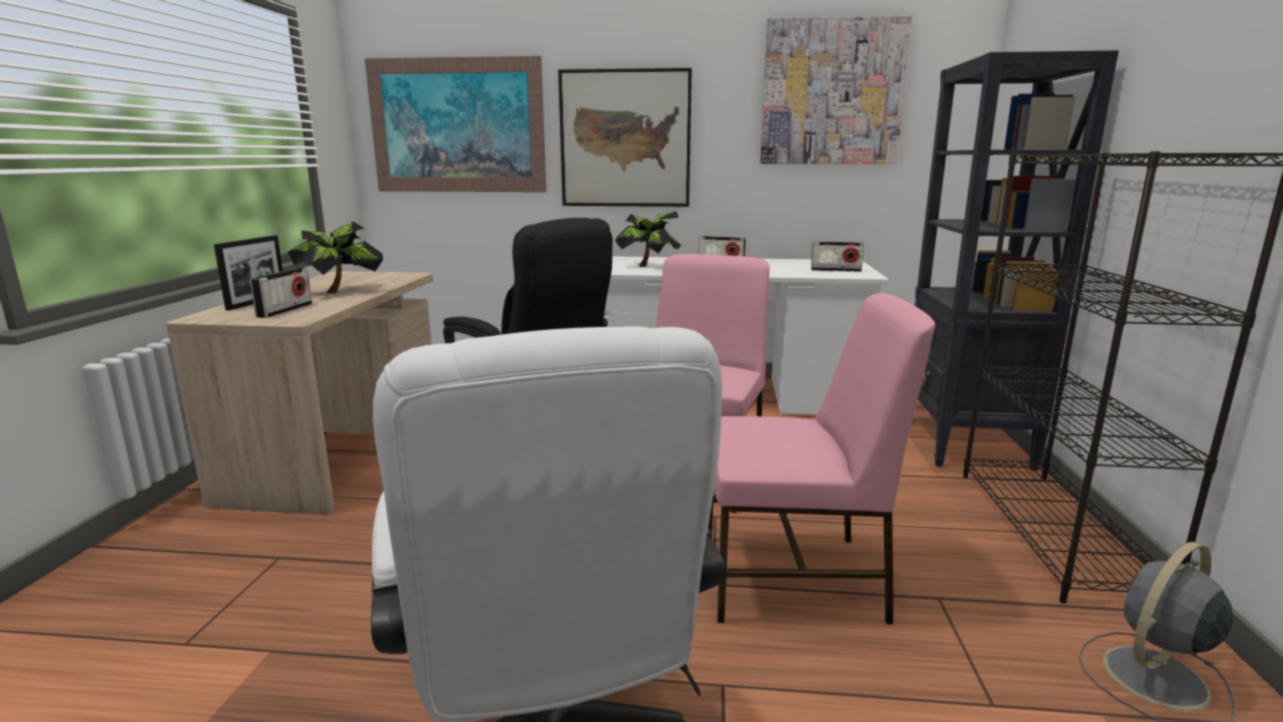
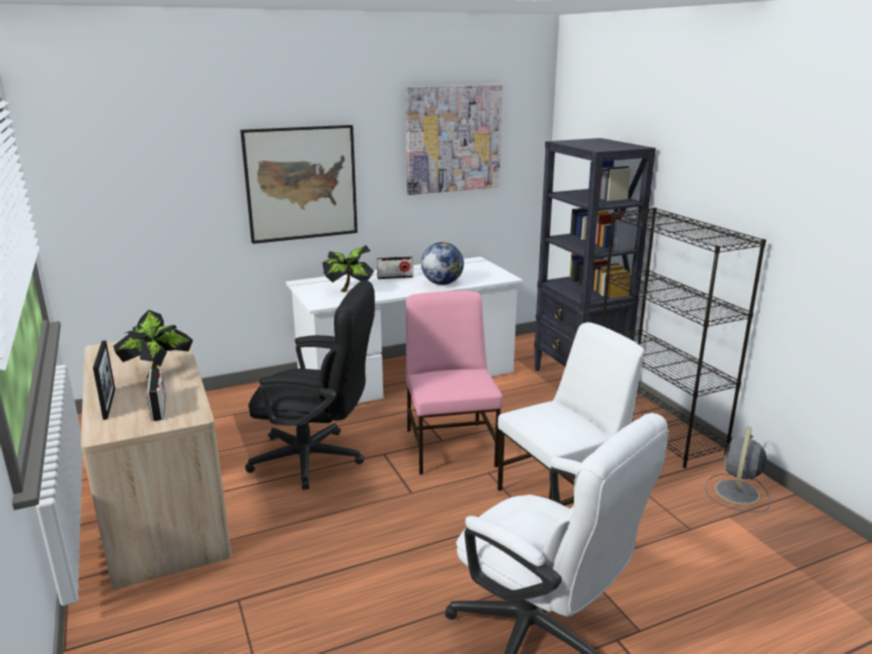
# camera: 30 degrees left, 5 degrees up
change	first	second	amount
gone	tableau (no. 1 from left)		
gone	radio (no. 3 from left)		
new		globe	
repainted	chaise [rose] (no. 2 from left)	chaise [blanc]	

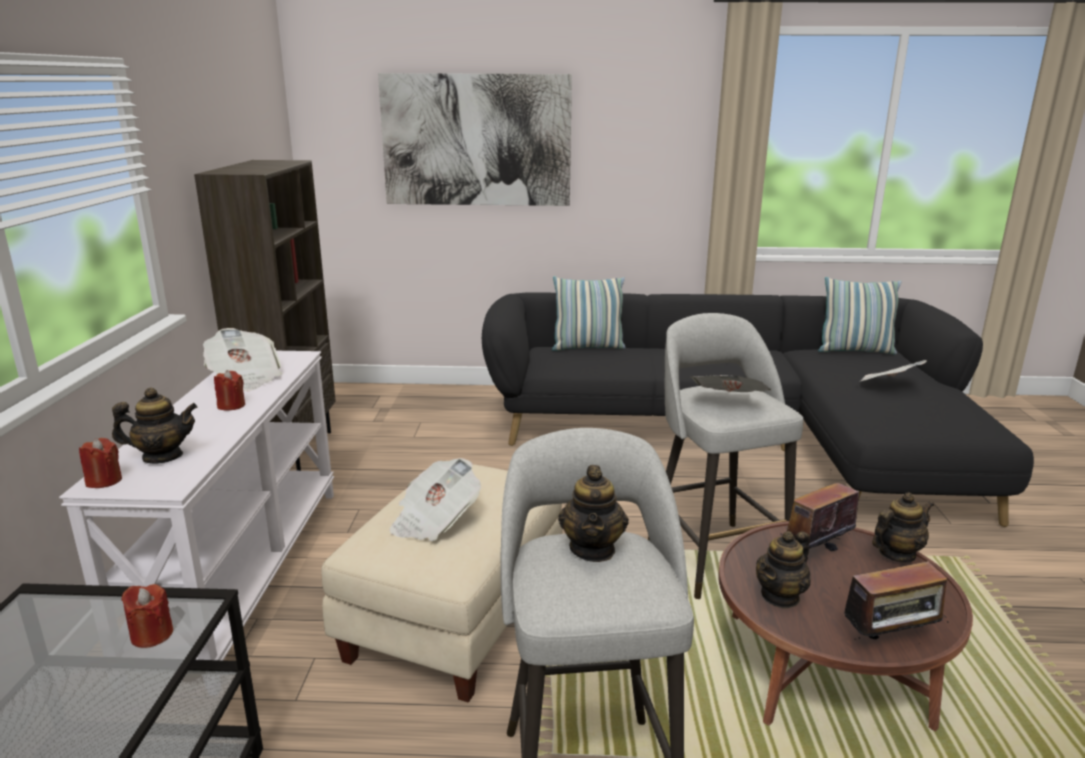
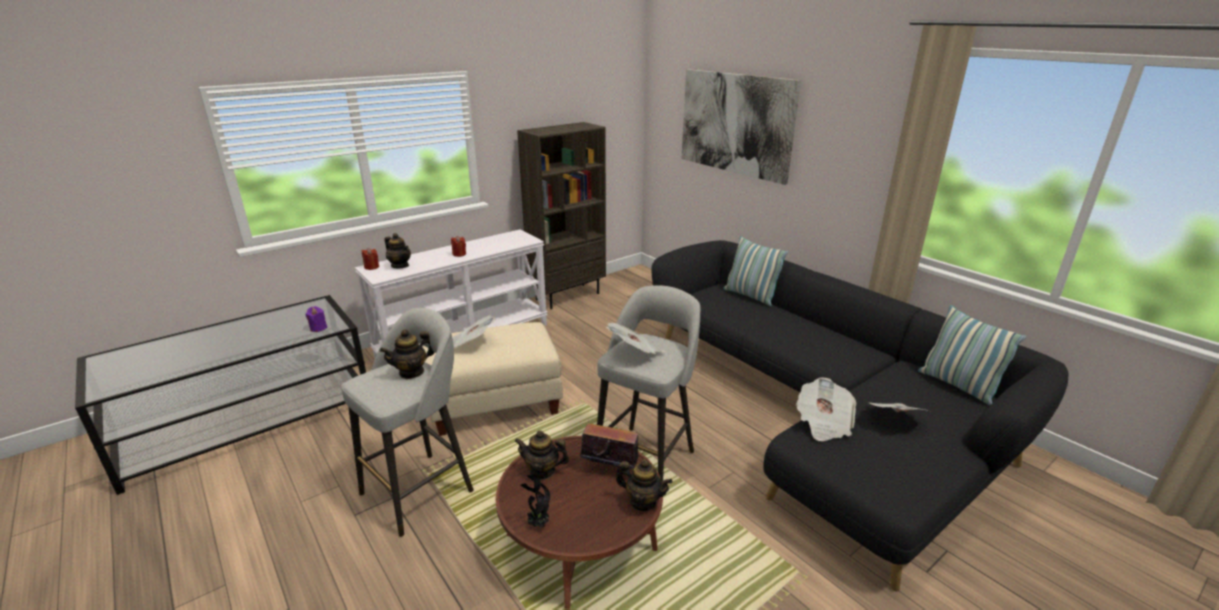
# camera: 50 degrees right, 5 degrees up
change	first	second	amount
shifted	journal (no. 1 from left in the first image)	journal (no. 3 from left)	
swapped	radio (no. 2 from left)	plante en pot	
repainted	bougie [rouge] (no. 2 from left)	bougie [violet]	

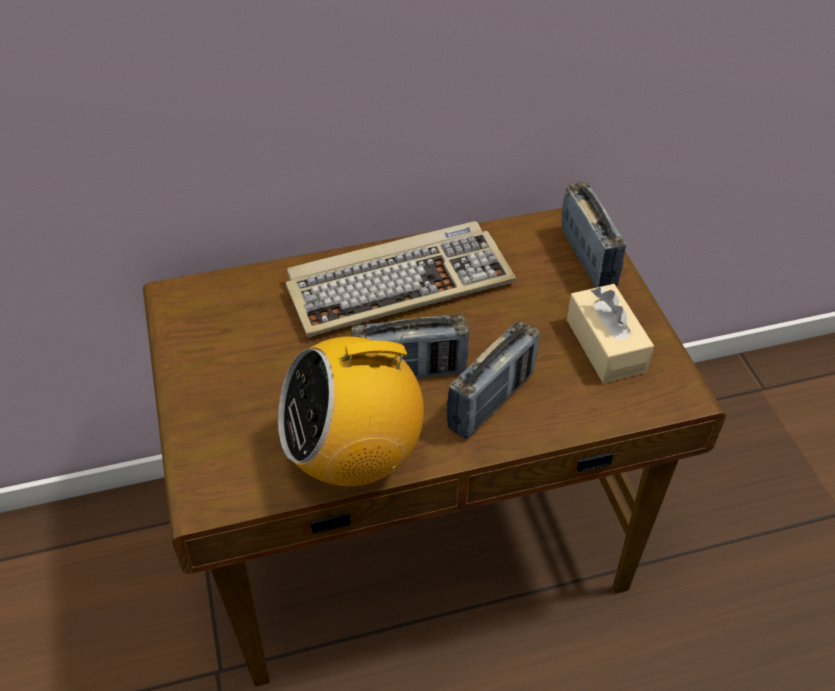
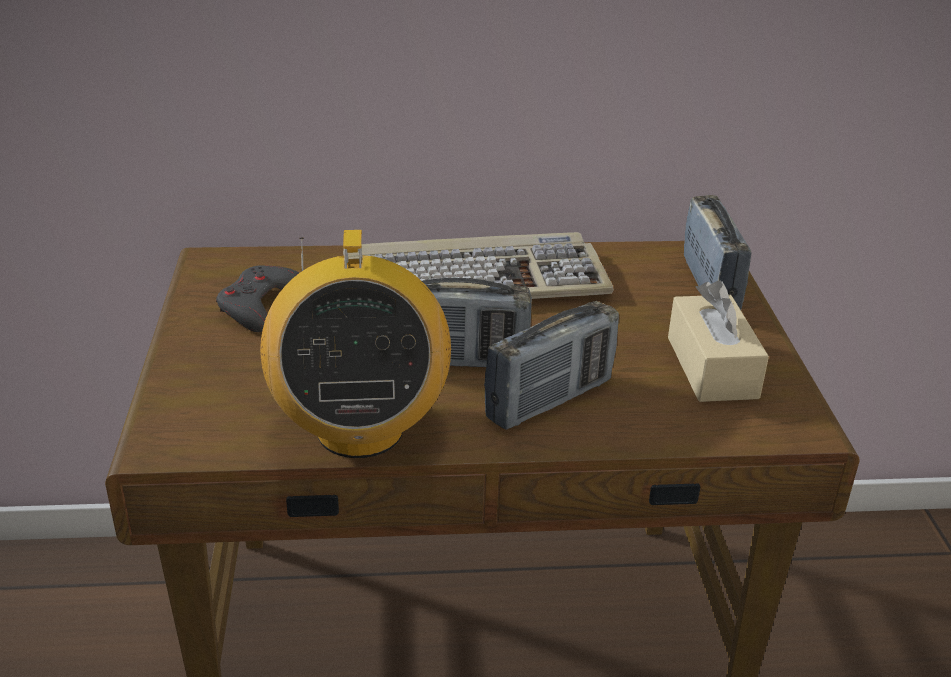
# camera: 10 degrees right, 15 degrees down
change	first	second	amount
new		manette [gris]	
rotated	radio (no. 1 from left)		90 degrees counterclockwise

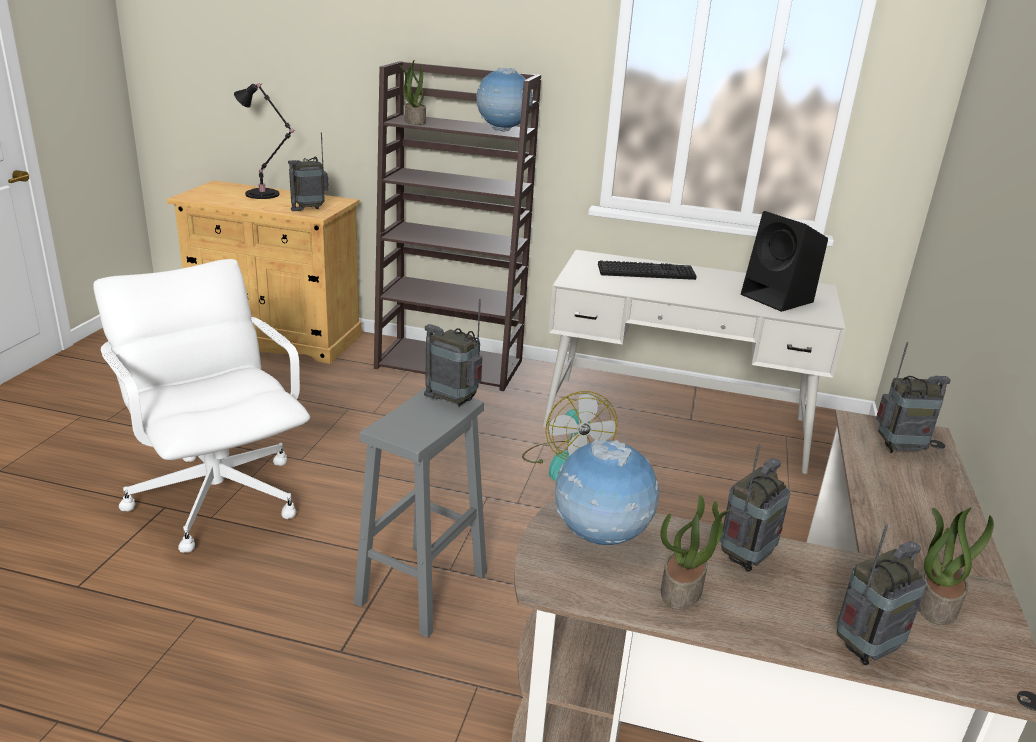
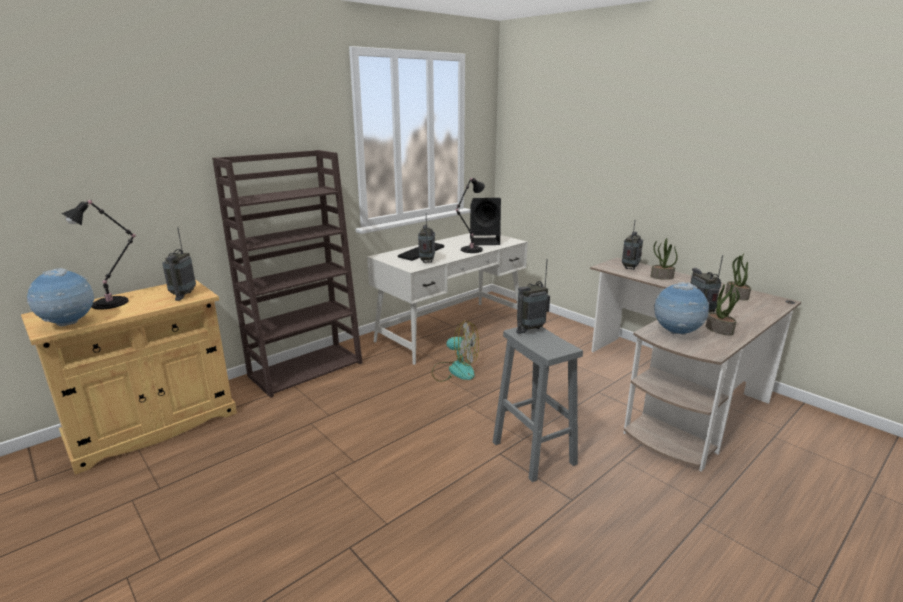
# camera: 55 degrees left, 5 degrees down
change	first	second	amount
gone	chaise de bureau [blanc]		
new		lampe de table [noir] (no. 2 from left)	
shifted	plante en pot (no. 1 from left)		
shifted	globe (no. 1 from left)		
shifted	radio (no. 4 from left in the first image)	radio (no. 2 from left)	

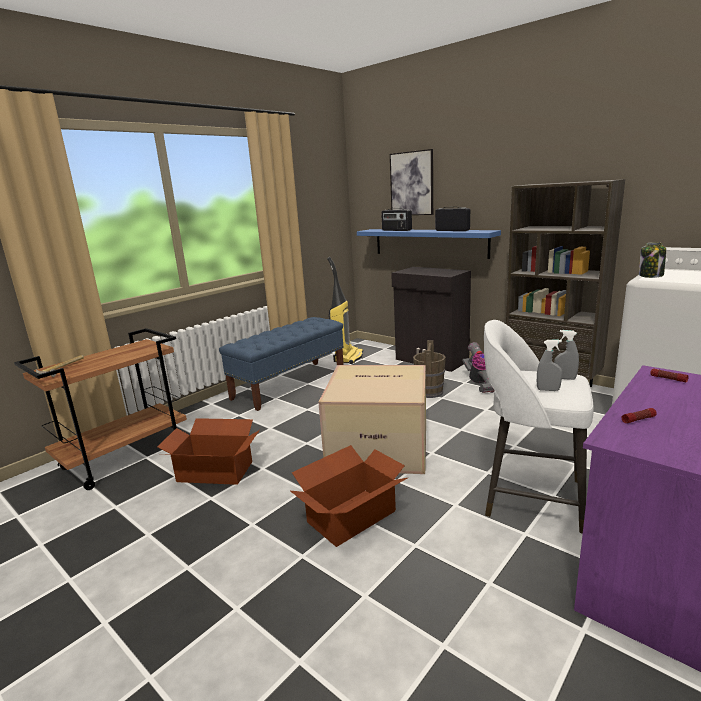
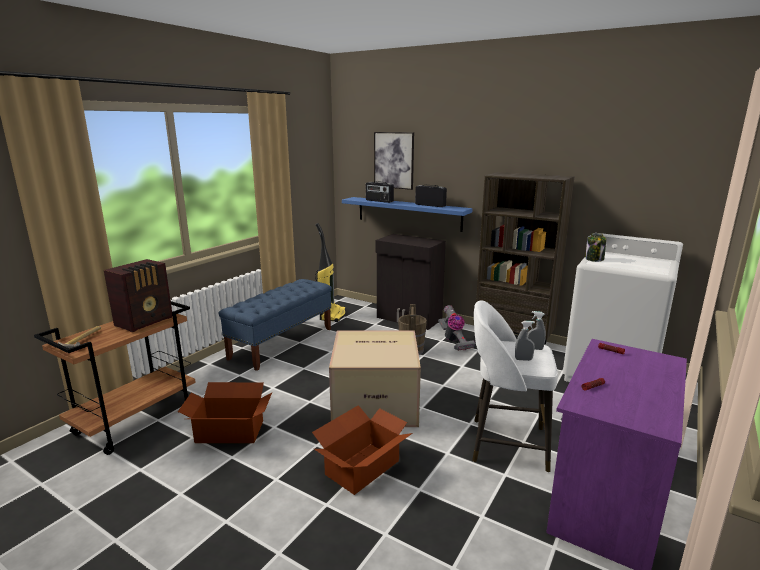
# camera: 10 degrees left, 0 degrees up
change	first	second	amount
new		radio (no. 1 from left)	

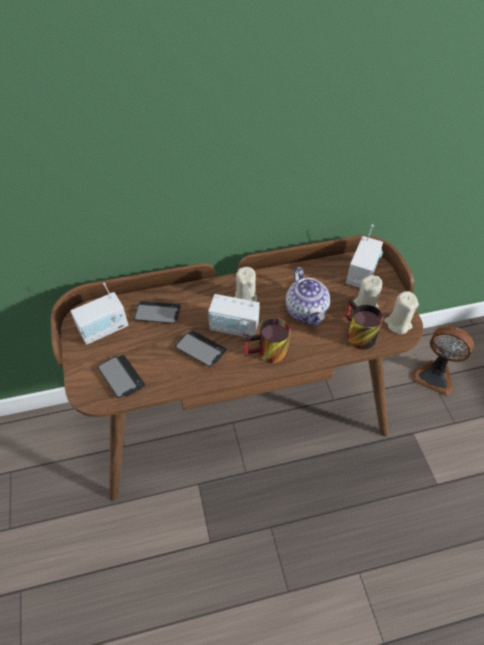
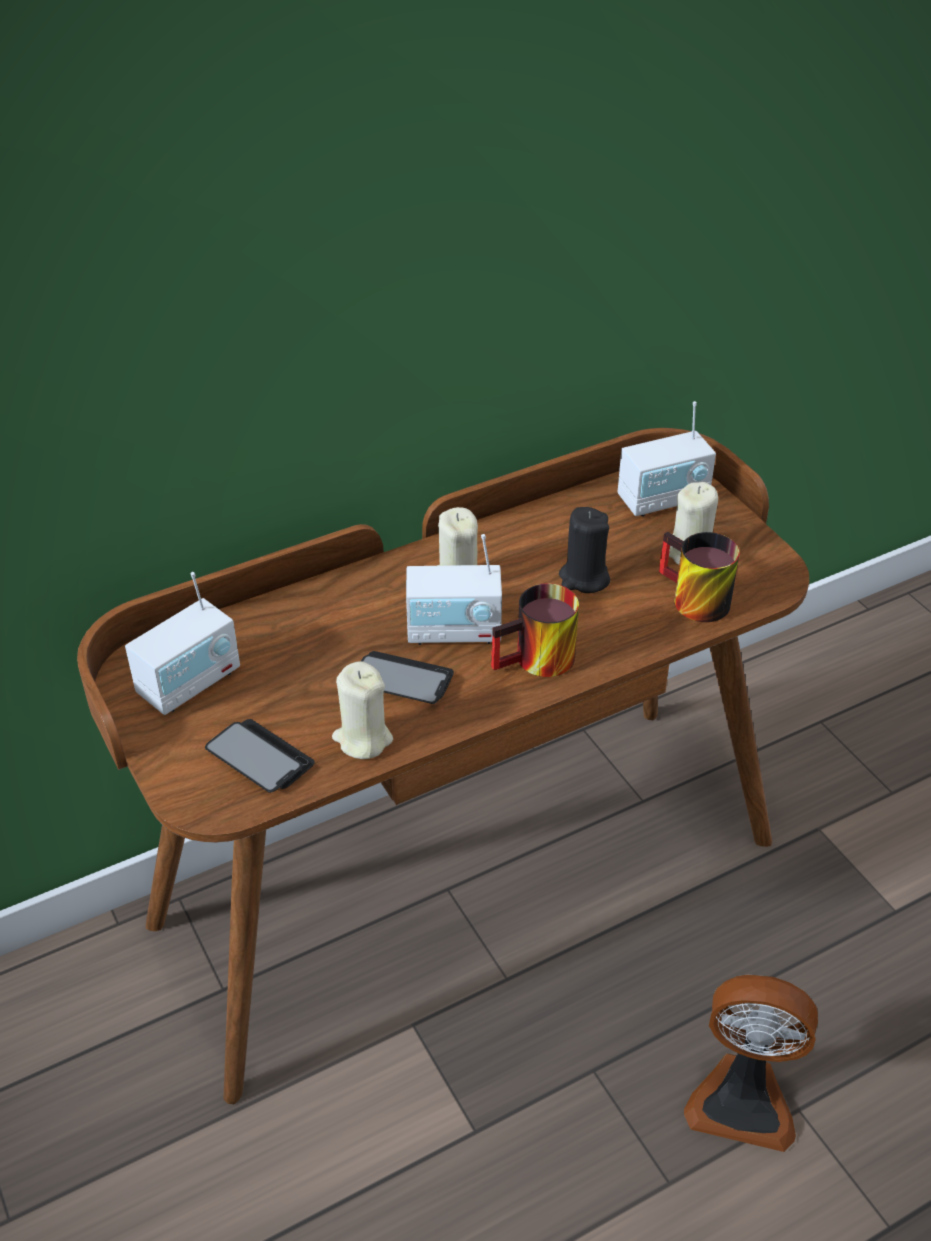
# camera: 15 degrees left, 10 degrees down
change	first	second	amount
gone	téléphone (no. 2 from left)		
shifted	bougie [beige] (no. 3 from left in the first image)	bougie [beige] (no. 1 from left)	
shifted	ventilateur		
swapped	théière	bougie [noir]	
rotated	radio (no. 3 from left)		60 degrees clockwise

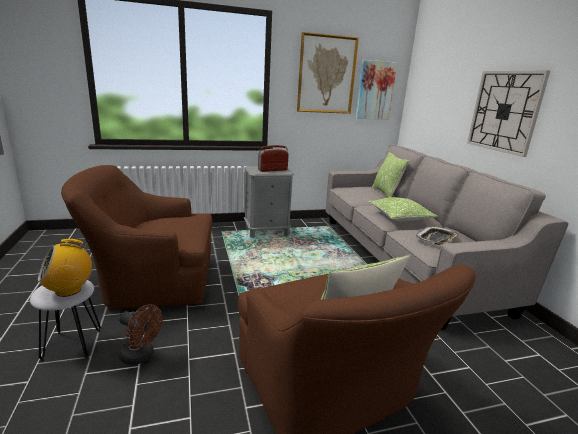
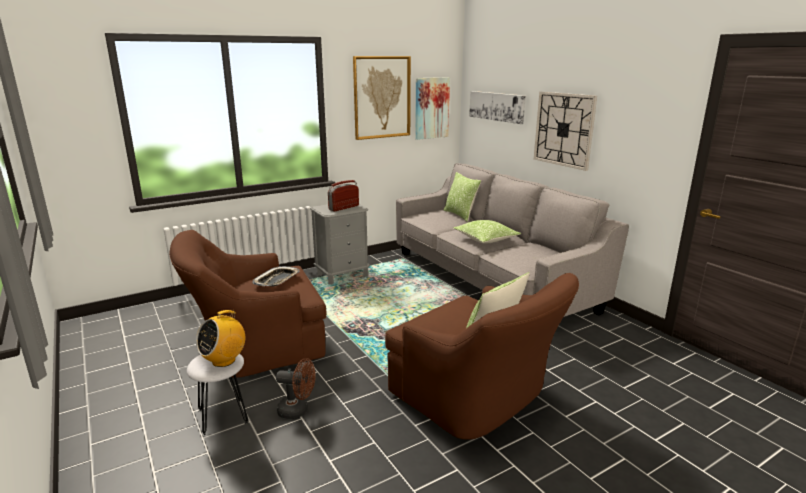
# camera: 15 degrees left, 0 degrees up
change	first	second	amount
new		tableau (no. 3 from left)	
shifted	plateau		

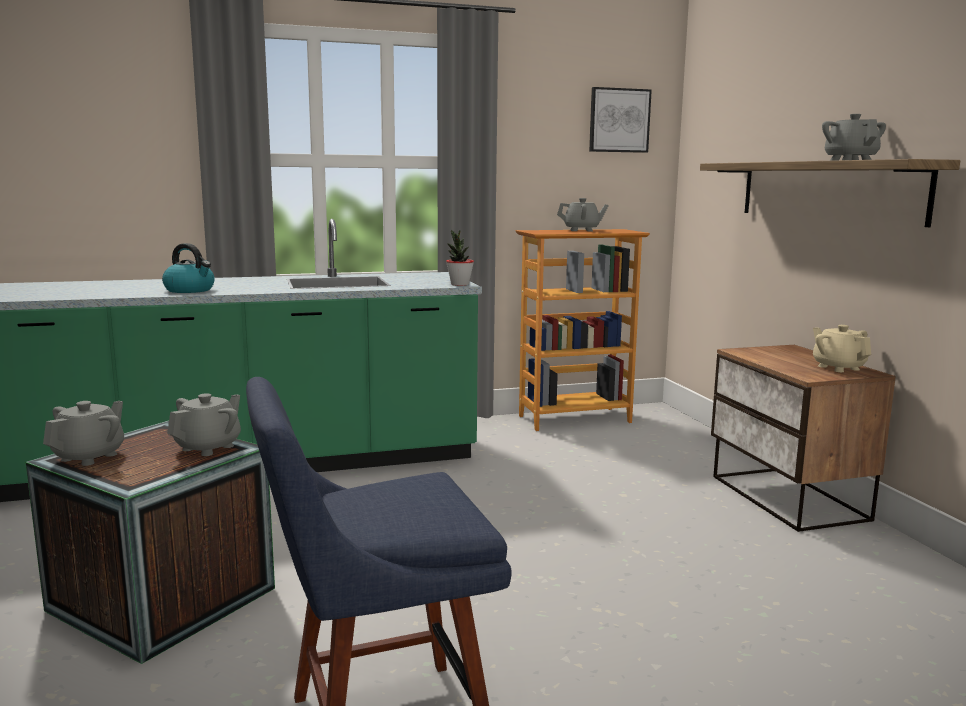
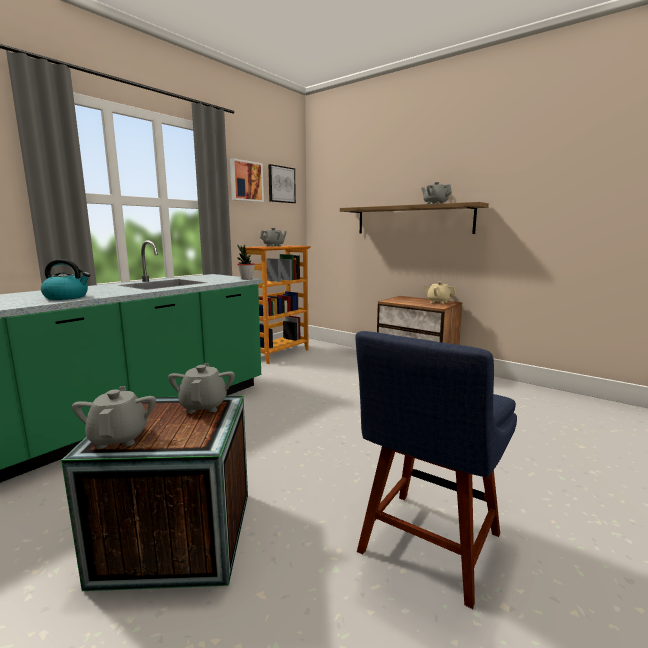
# camera: 35 degrees left, 0 degrees up
change	first	second	amount
new		tableau (no. 1 from left)	

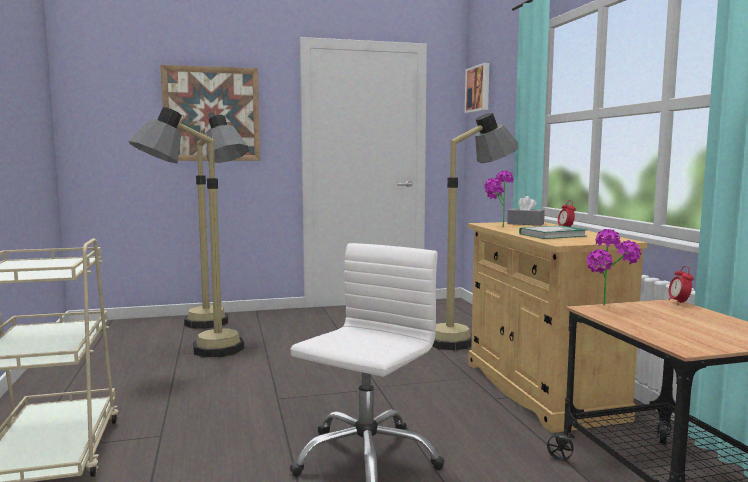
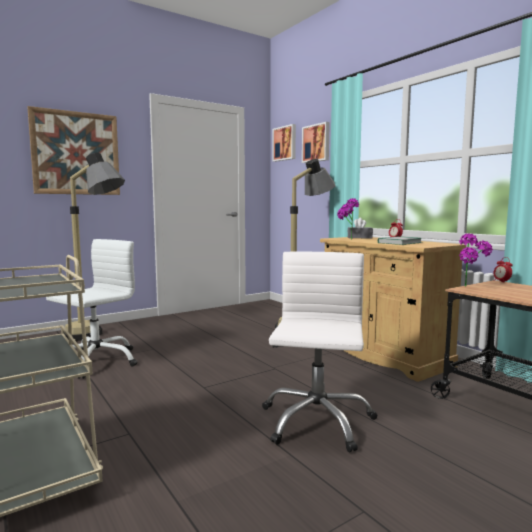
# camera: 20 degrees left, 0 degrees up
change	first	second	amount
new		tableau (no. 3 from left)	
swapped	lampadaire (no. 1 from left)	chaise de bureau [blanc] (no. 1 from left)	

